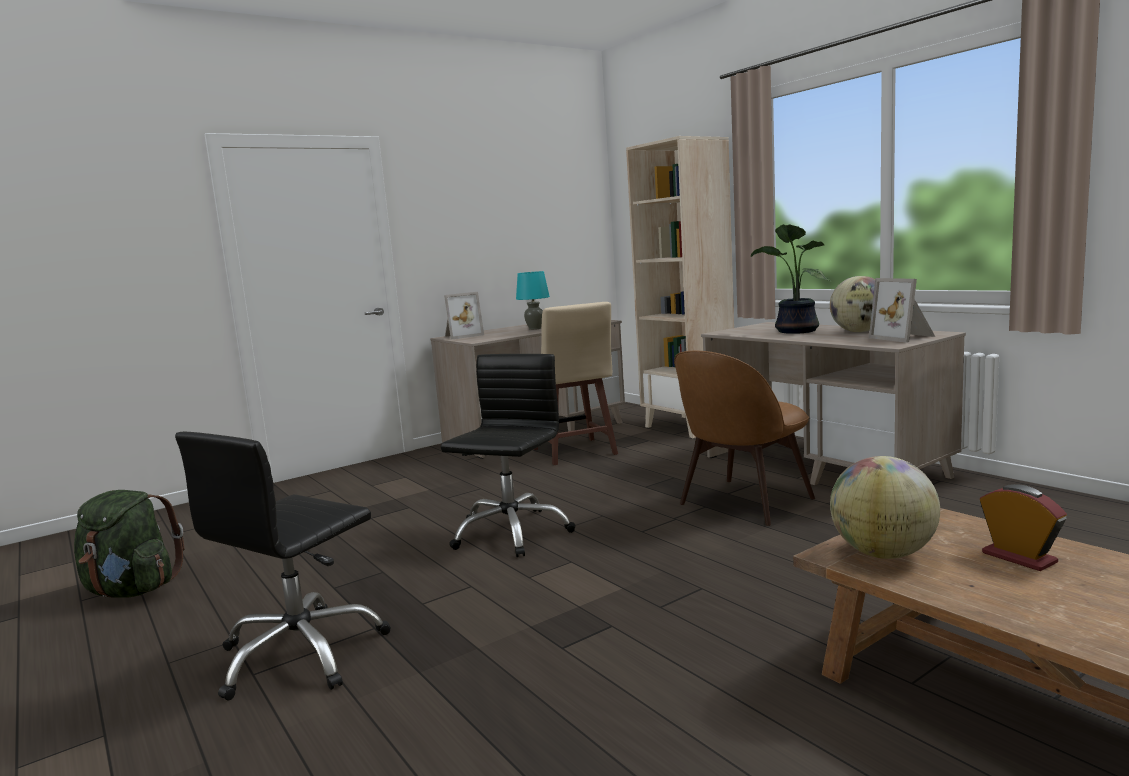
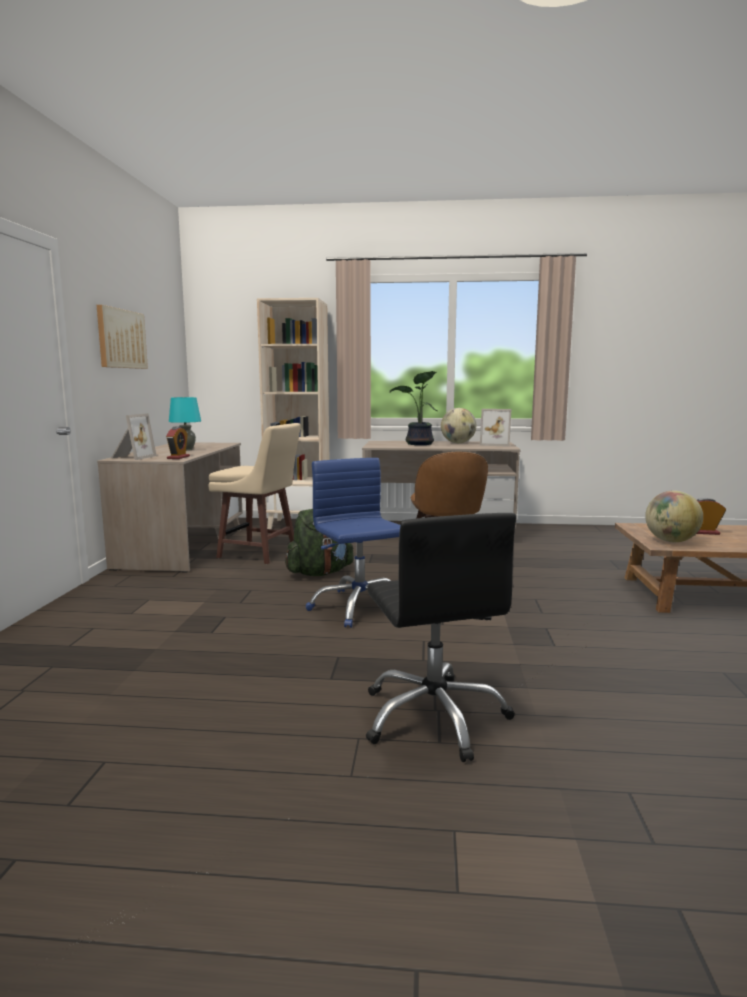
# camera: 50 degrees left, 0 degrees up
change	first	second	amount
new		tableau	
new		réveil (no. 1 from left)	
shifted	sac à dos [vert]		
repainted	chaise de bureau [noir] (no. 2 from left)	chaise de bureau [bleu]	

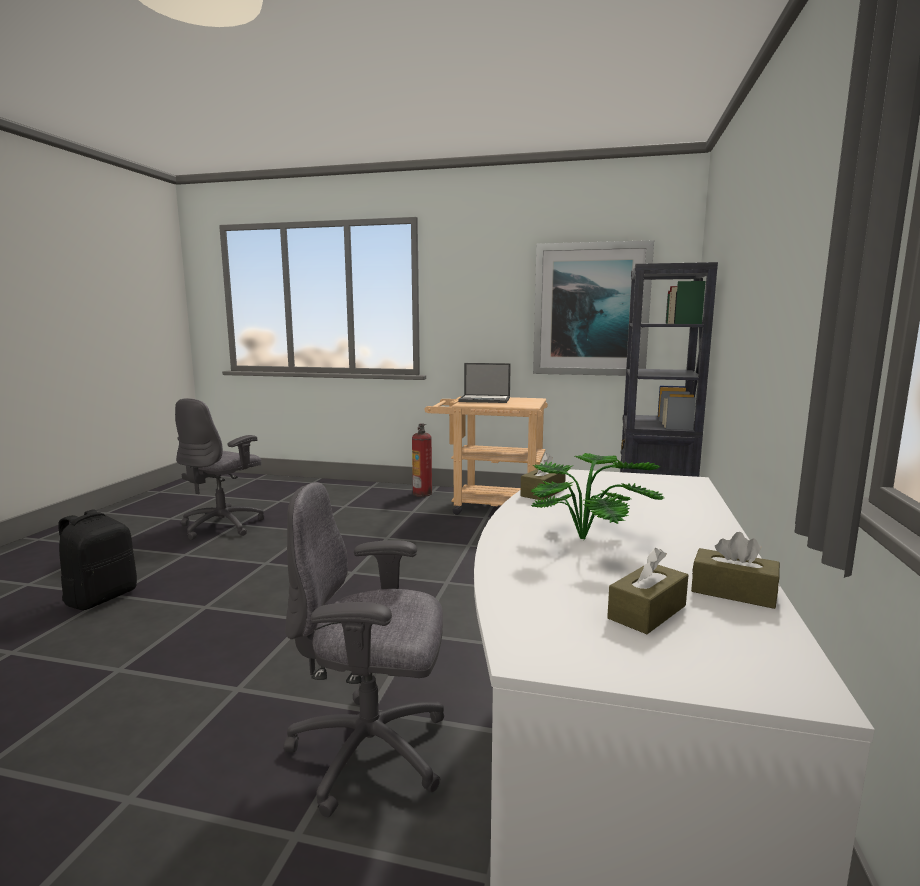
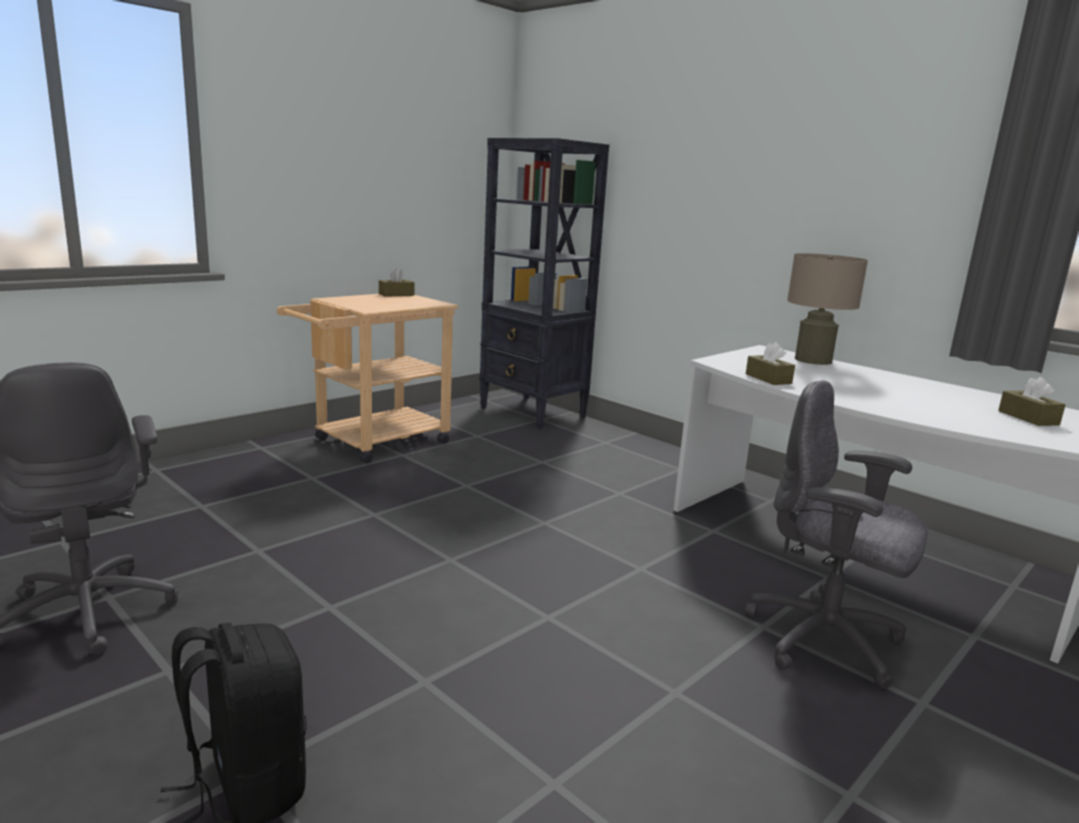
# camera: 60 degrees left, 5 degrees up
change	first	second	amount
gone	extincteur		
gone	ordinateur portable		
gone	plante en pot		
gone	tableau		
new		lampe de table [beige]	
shifted	boîte à mouchoirs [marron] (no. 3 from left in the first image)	boîte à mouchoirs [marron] (no. 1 from left)	
rotated	chaise de bureau [gris] (no. 2 from left)		90 degrees clockwise

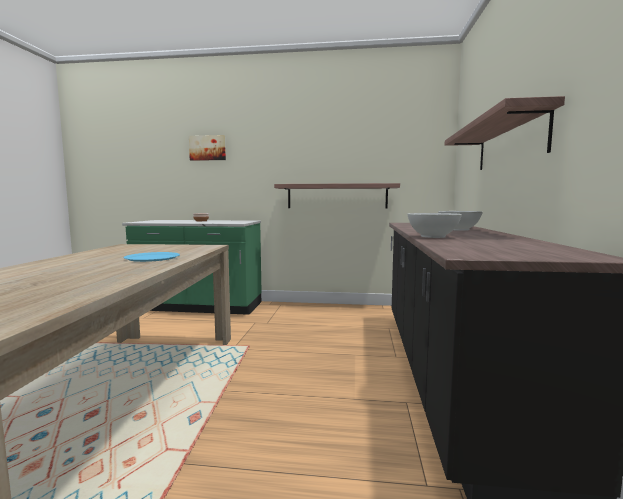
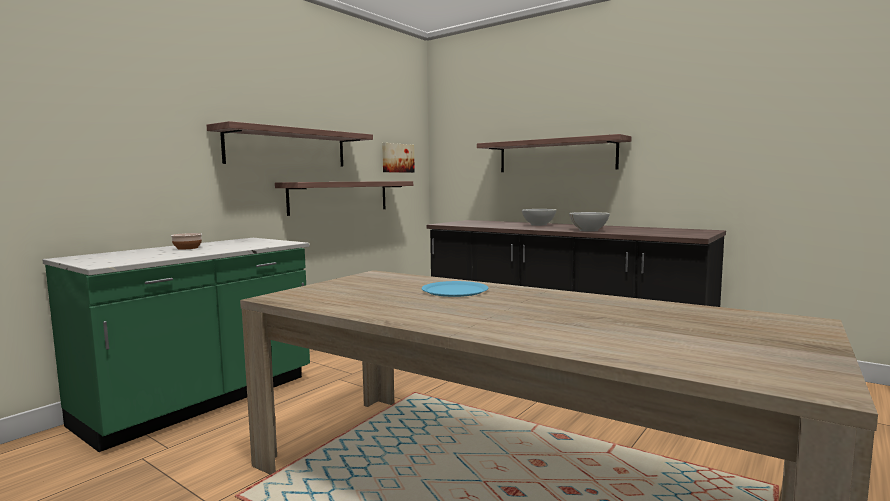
# camera: 60 degrees left, 0 degrees up
change	first	second	amount
new		étagère (no. 1 from left)	
shifted	tableau		

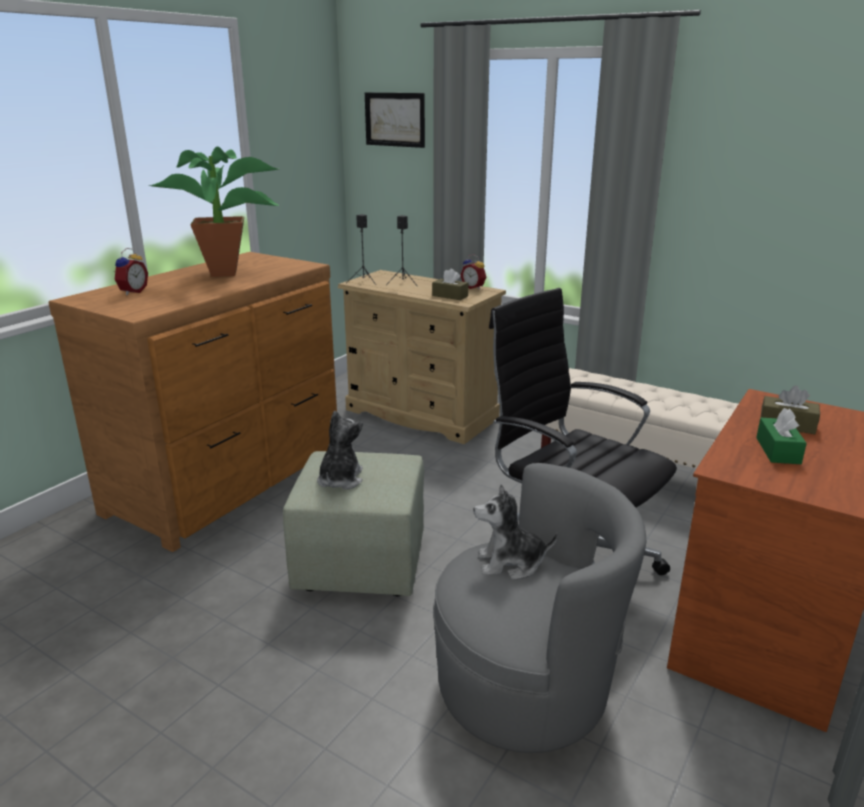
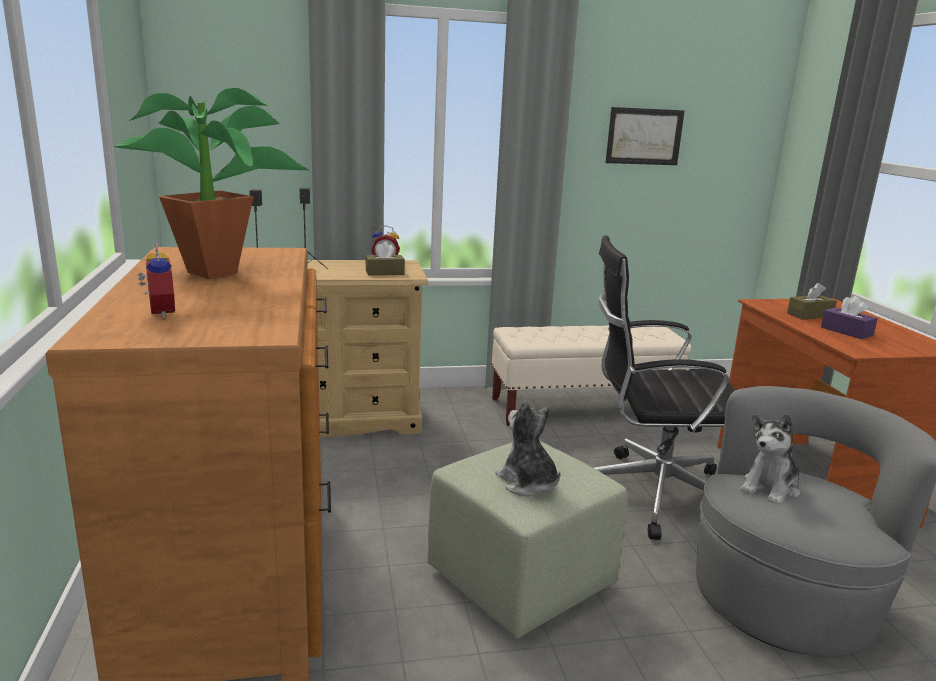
# camera: 45 degrees left, 5 degrees down
change	first	second	amount
shifted	tableau		
repainted	boîte à mouchoirs [vert]	boîte à mouchoirs [violet]	

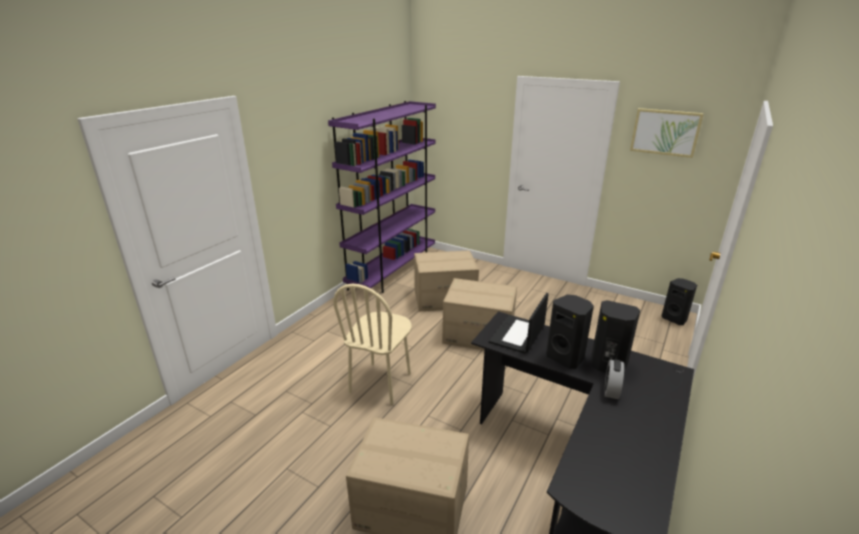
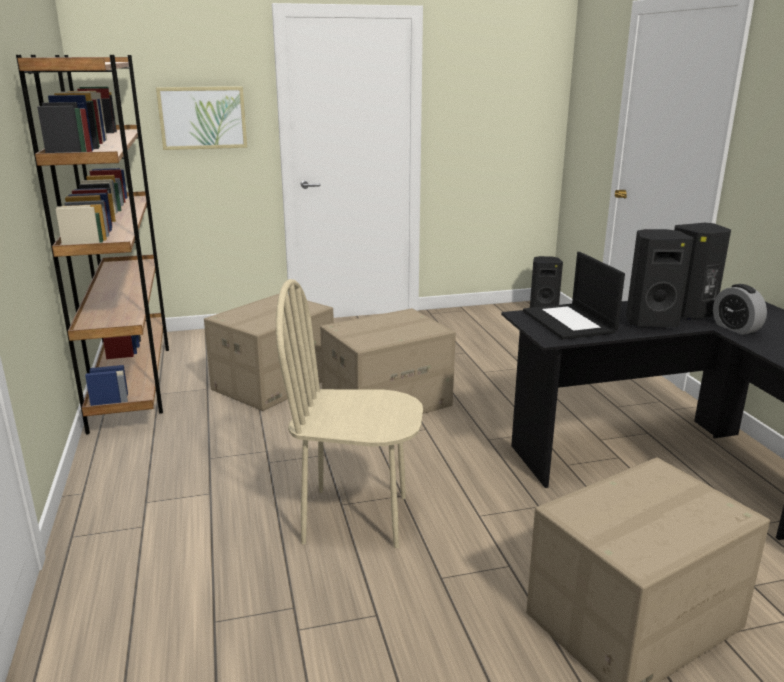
# camera: 45 degrees left, 5 degrees down
change	first	second	amount
shifted	tableau		
repainted	bibliothèque [violet]	bibliothèque [marron]	
rotated	chaise [beige]		120 degrees clockwise

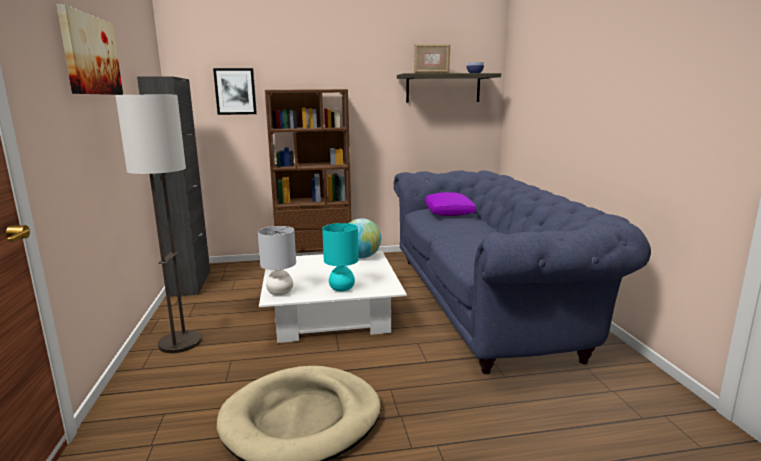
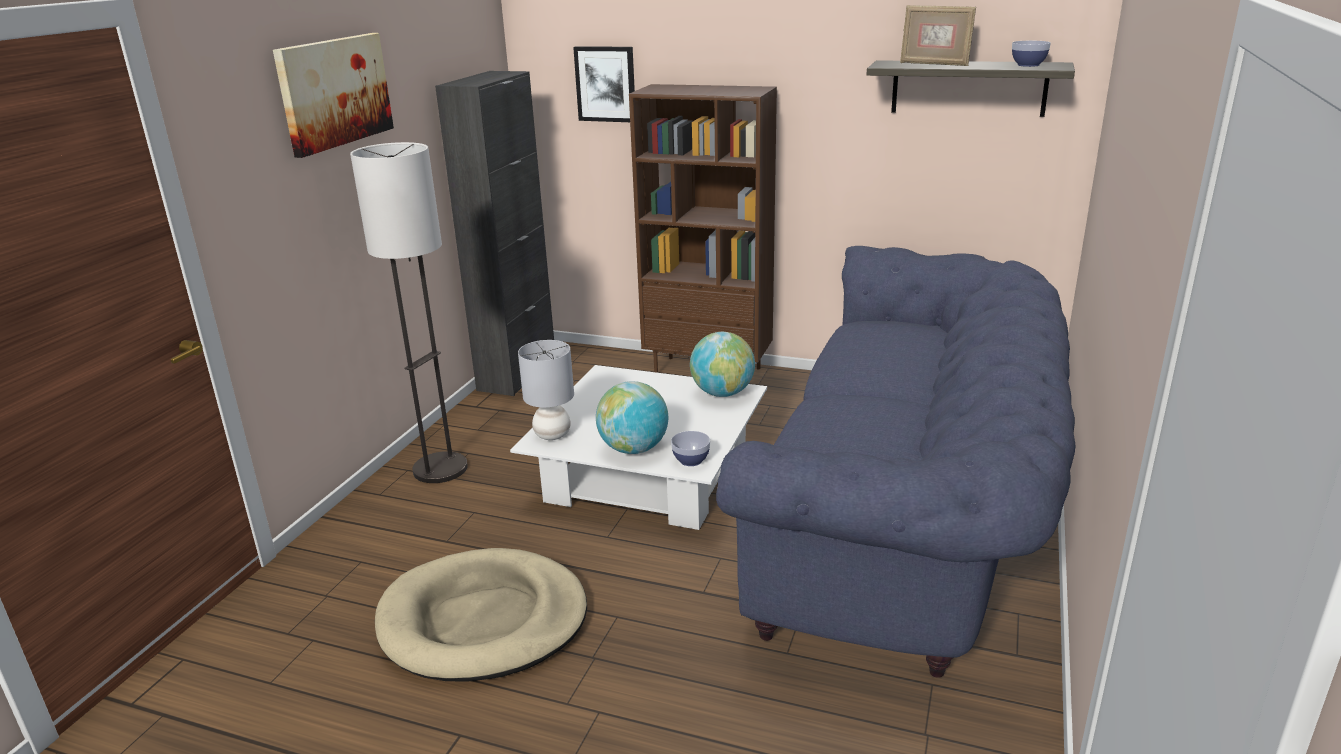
# camera: 30 degrees right, 10 degrees up
change	first	second	amount
gone	coussin [violet]		
new		bol (no. 1 from left)	
swapped	lampe de table [turquoise]	globe (no. 1 from left)	

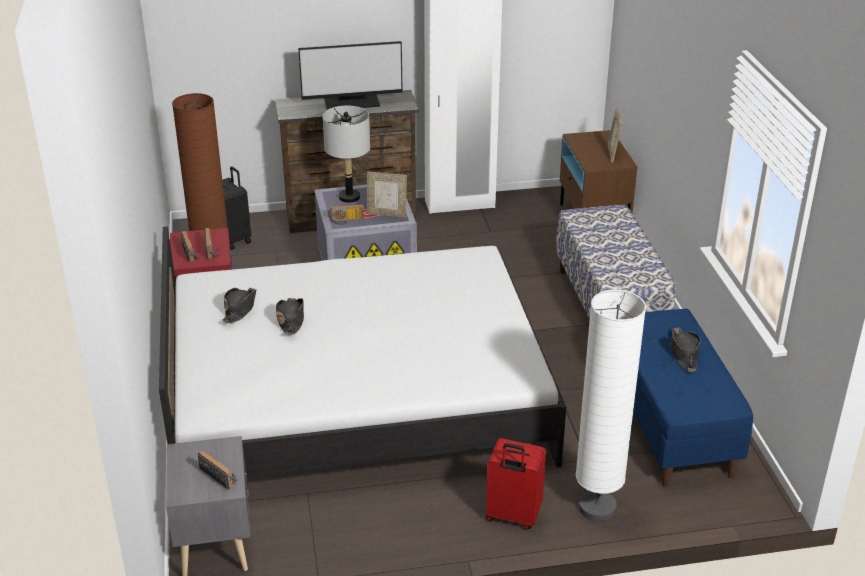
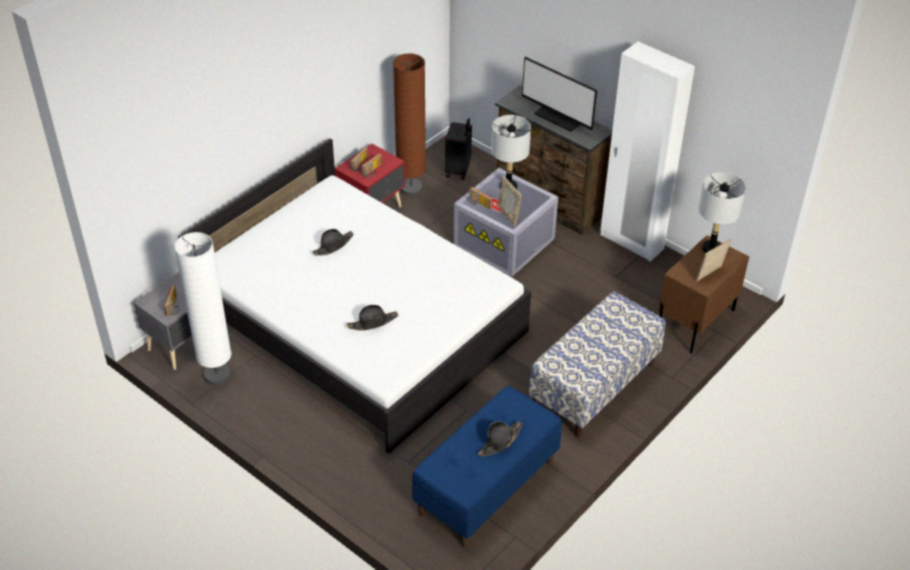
# camera: 50 degrees right, 10 degrees up
change	first	second	amount
gone	valise [rouge]		
new		lampe de table [gris] (no. 2 from left)	
shifted	chapeau [noir] (no. 1 from left in the first image)	chapeau [noir] (no. 2 from left)	
shifted	lampadaire [blanc]		

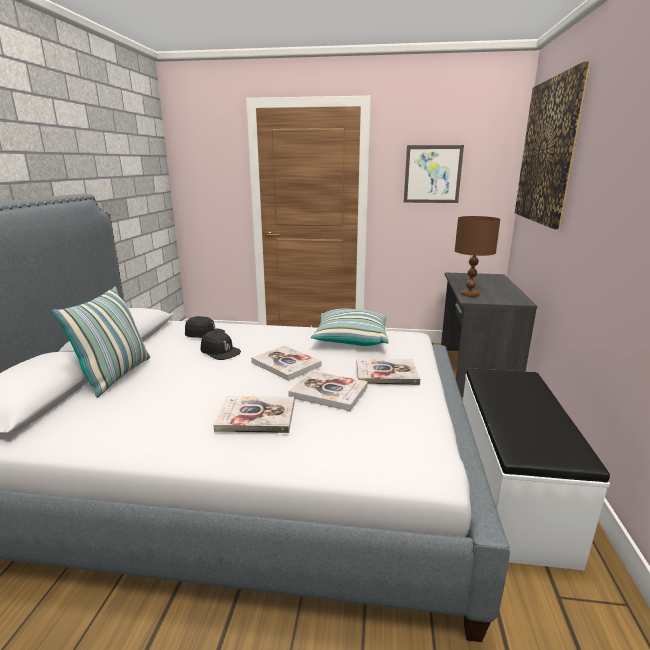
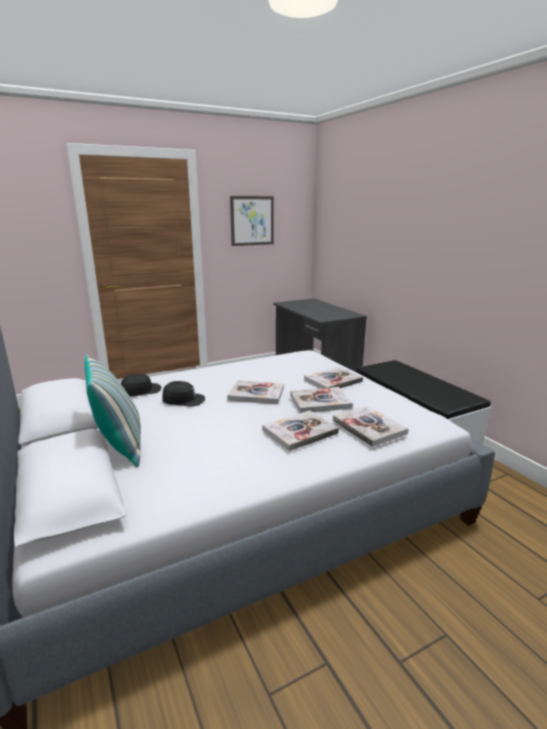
# camera: 35 degrees left, 0 degrees up
change	first	second	amount
gone	coussin (no. 2 from left)		
gone	lampe de table [marron]		
gone	tableau (no. 2 from left)		
new		livre (no. 5 from left)	

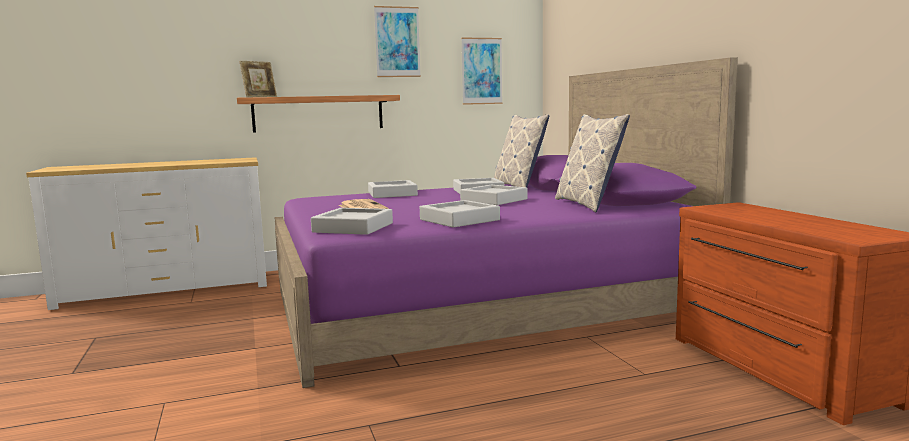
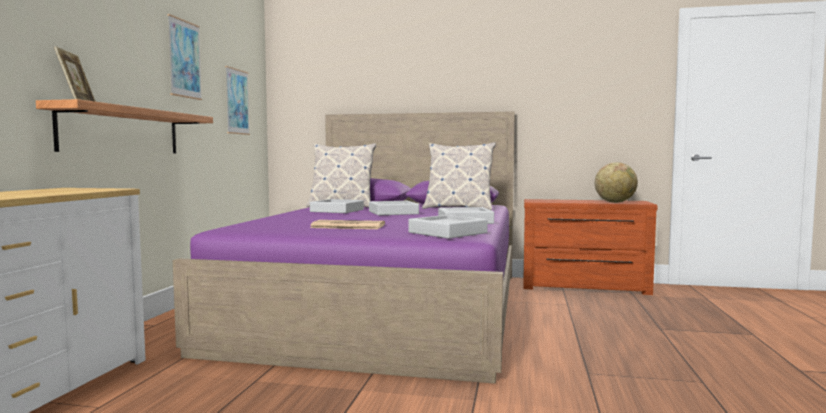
# camera: 60 degrees left, 5 degrees down
change	first	second	amount
gone	plateau [gris] (no. 2 from left)		
new		globe	

